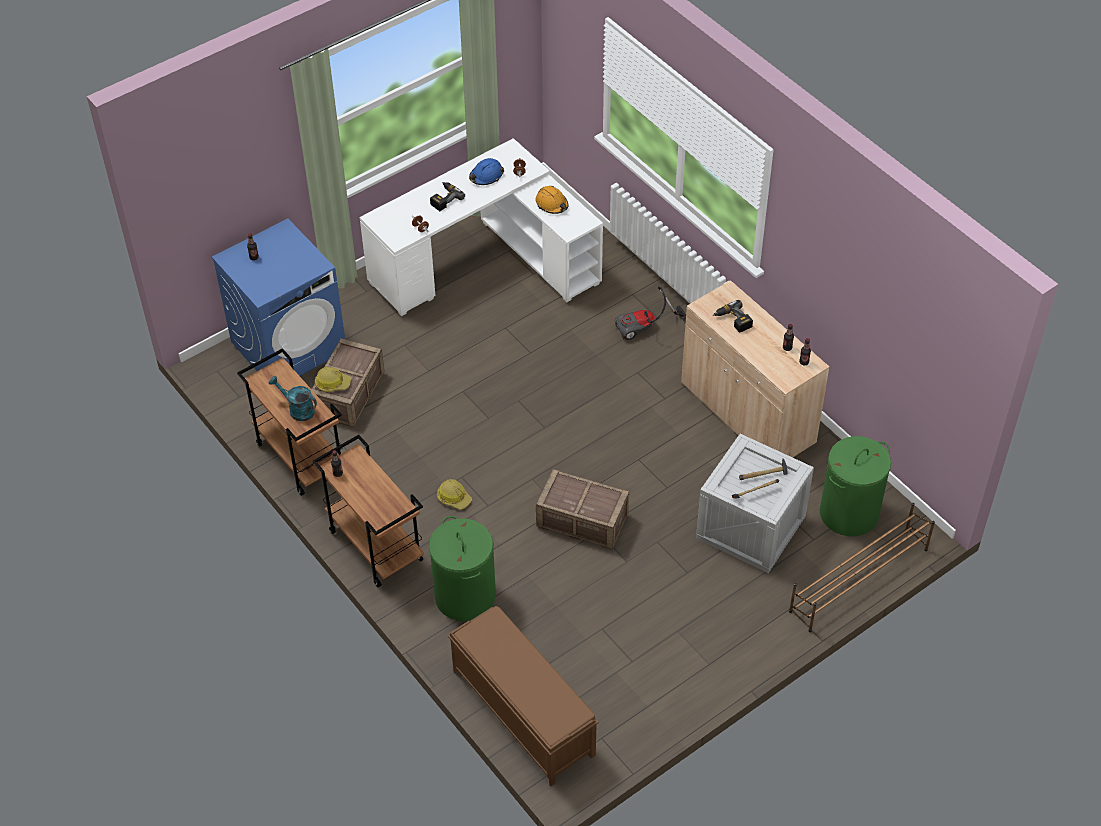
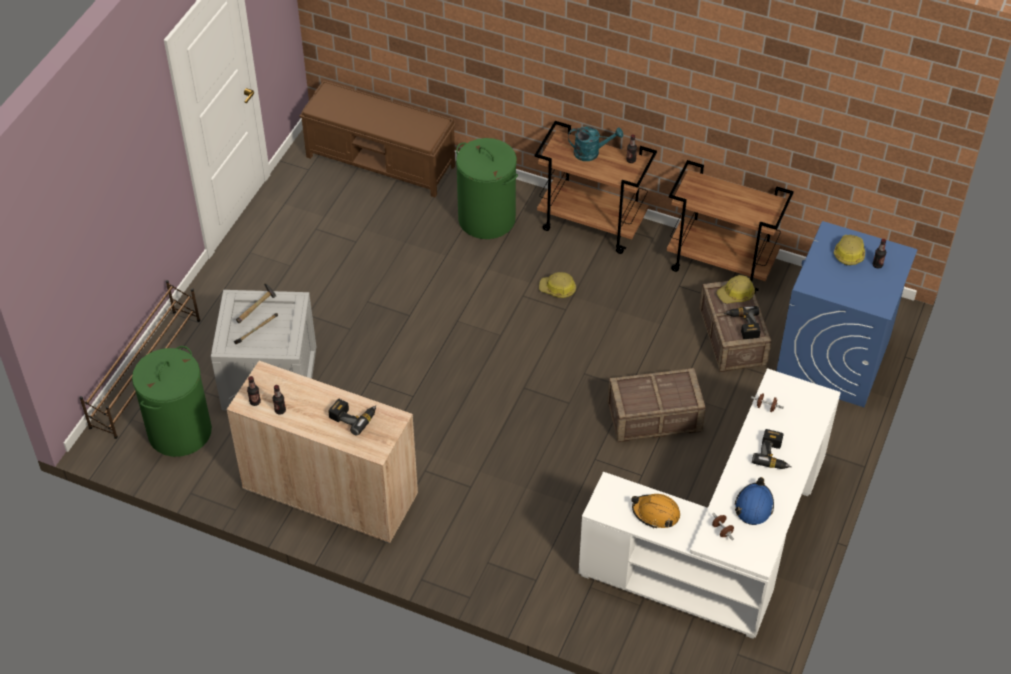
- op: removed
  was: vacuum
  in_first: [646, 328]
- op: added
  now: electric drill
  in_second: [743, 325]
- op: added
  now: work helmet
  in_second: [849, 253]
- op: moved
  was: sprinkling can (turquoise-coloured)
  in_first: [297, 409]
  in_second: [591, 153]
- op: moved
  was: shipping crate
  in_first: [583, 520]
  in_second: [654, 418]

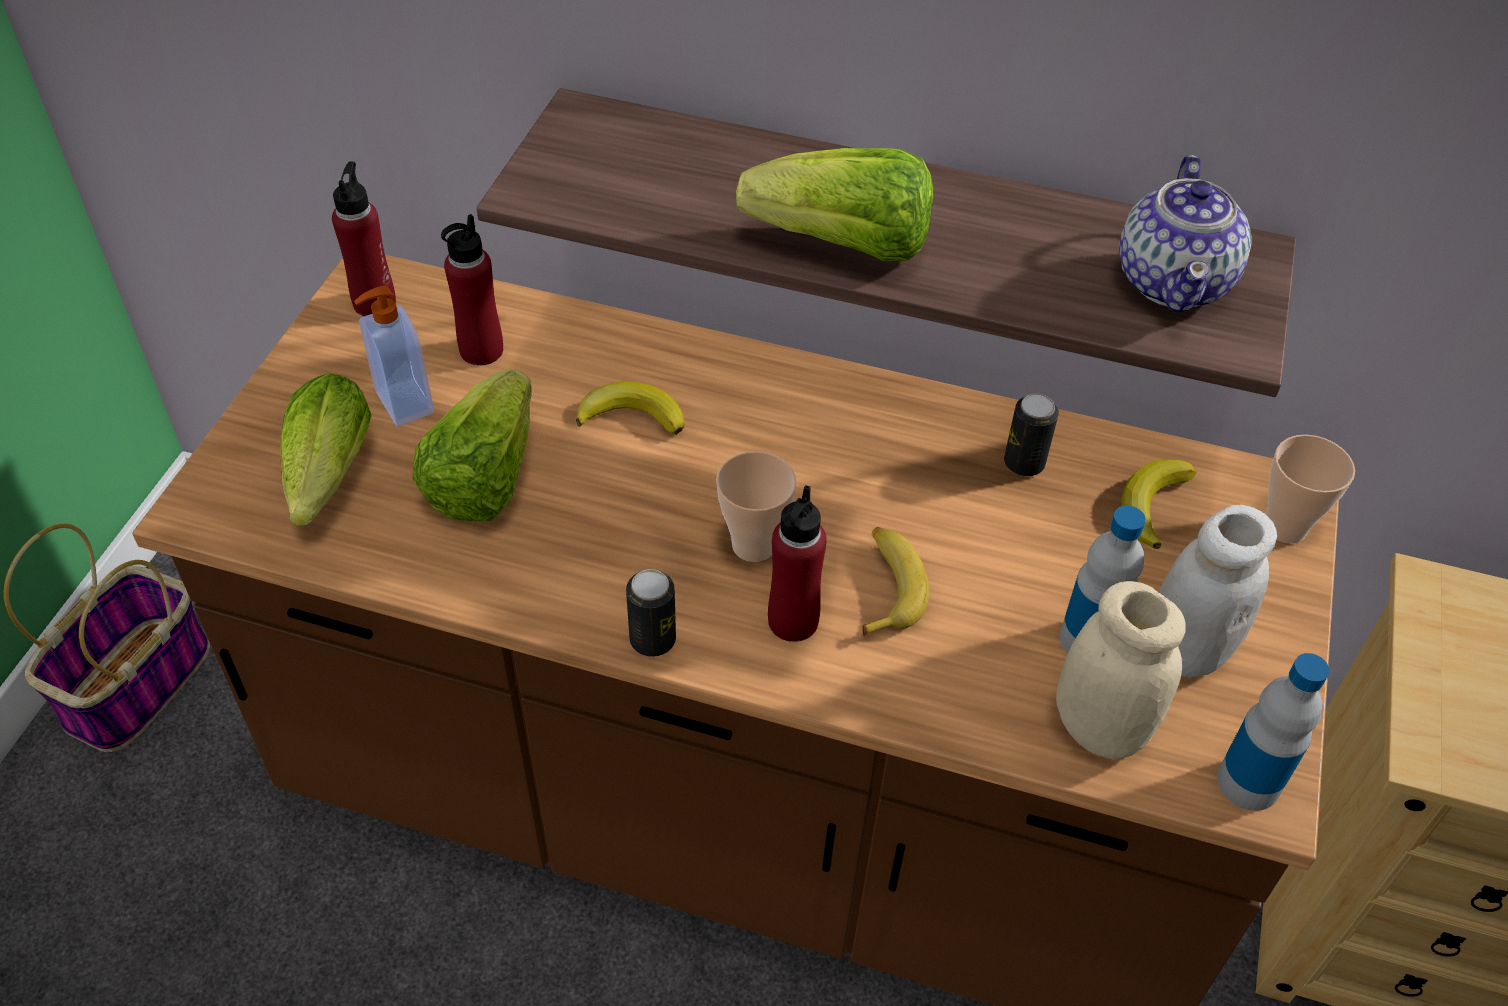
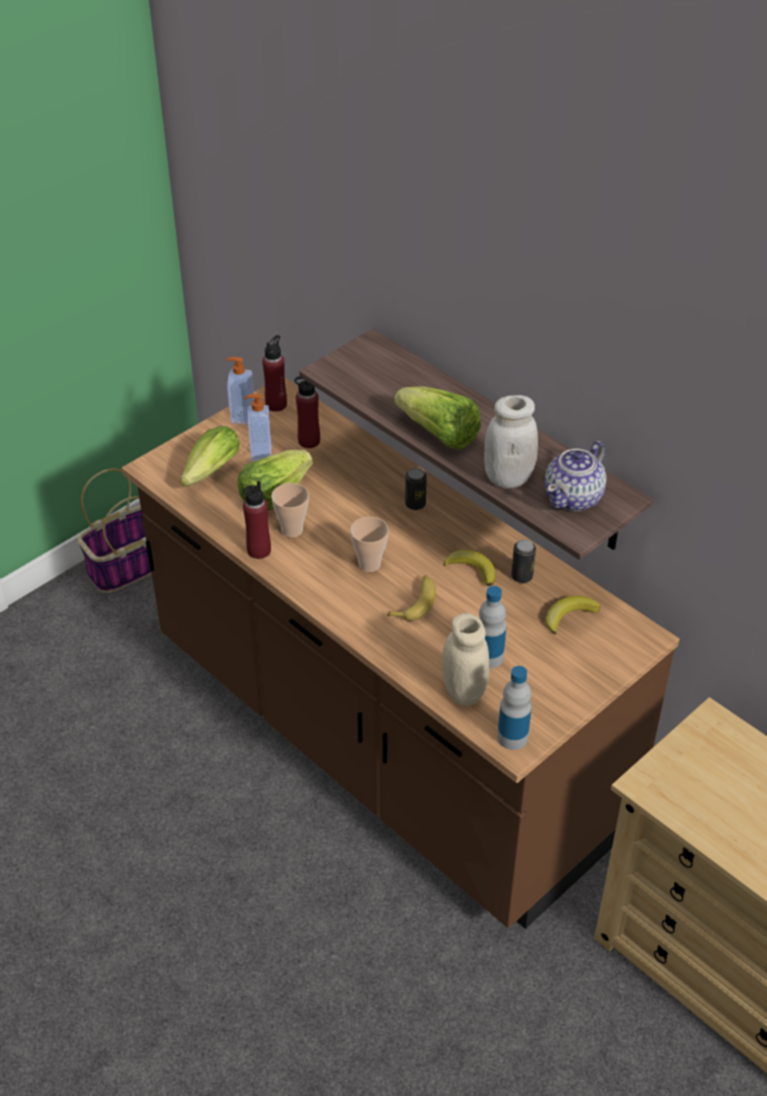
- op: added
  now: liquid soap bottle
  in_second: [241, 415]
- op: moved
  was: banana
  in_first: [632, 415]
  in_second: [472, 569]
- op: moved
  was: metal can
  in_first: [652, 639]
  in_second: [415, 504]
- op: moved
  was: beverage bottle (red)
  in_first: [793, 621]
  in_second: [259, 550]
- op: moved
  was: storage jar (whitish)
  in_first: [1187, 650]
  in_second: [508, 478]
- op: moved
  was: cup
  in_first: [1285, 527]
  in_second: [292, 530]

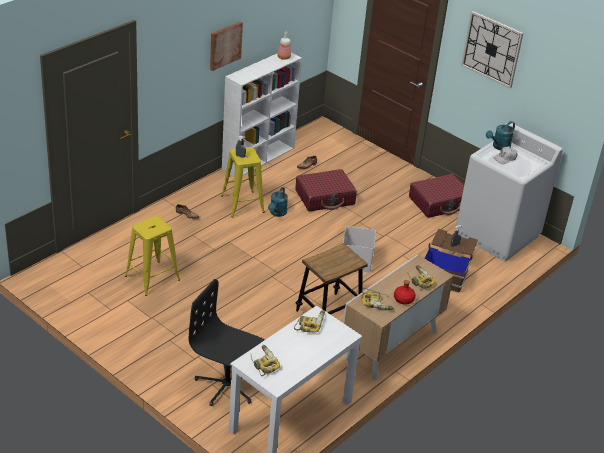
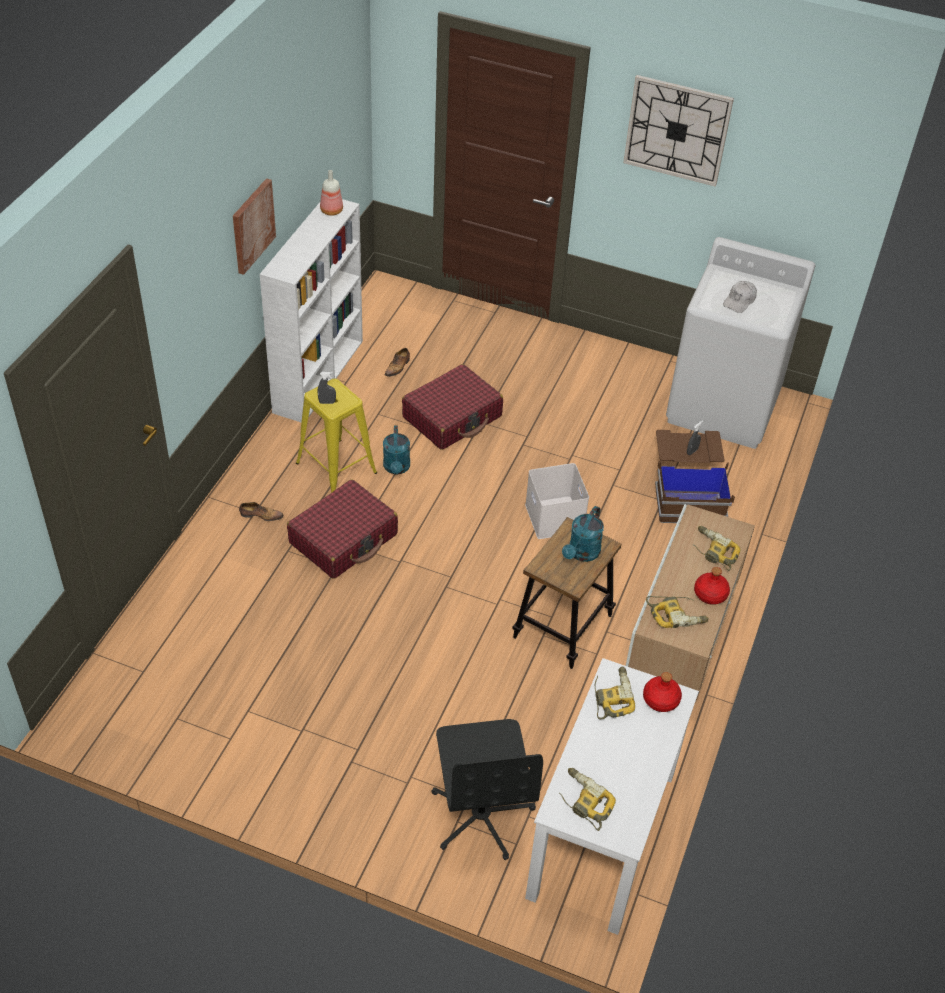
- op: removed
  was: sitting stool (yellow-coloured)
  in_first: [152, 278]
- op: added
  now: beverage bottle (red)
  in_second: [660, 699]
- op: moved
  was: piece of luggage (red)
  in_first: [439, 203]
  in_second: [344, 539]
- op: moved
  was: sprinkling can (turquoise-coloured)
  in_first: [499, 147]
  in_second: [582, 554]
- op: turned
  was: computer chair (blackish)
  in_first: [227, 385]
  in_second: [481, 814]
  clockwise: -105

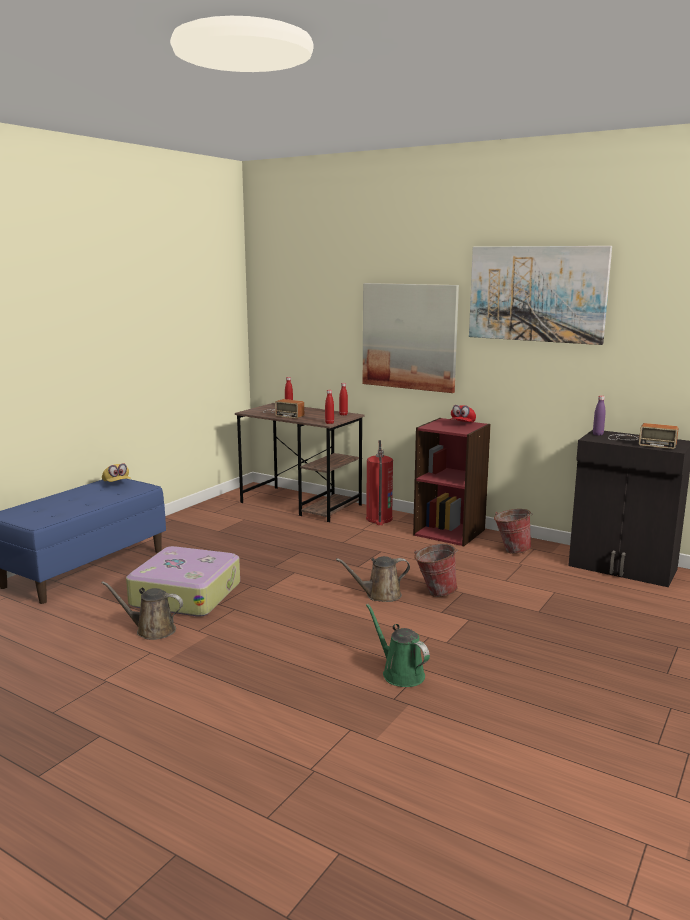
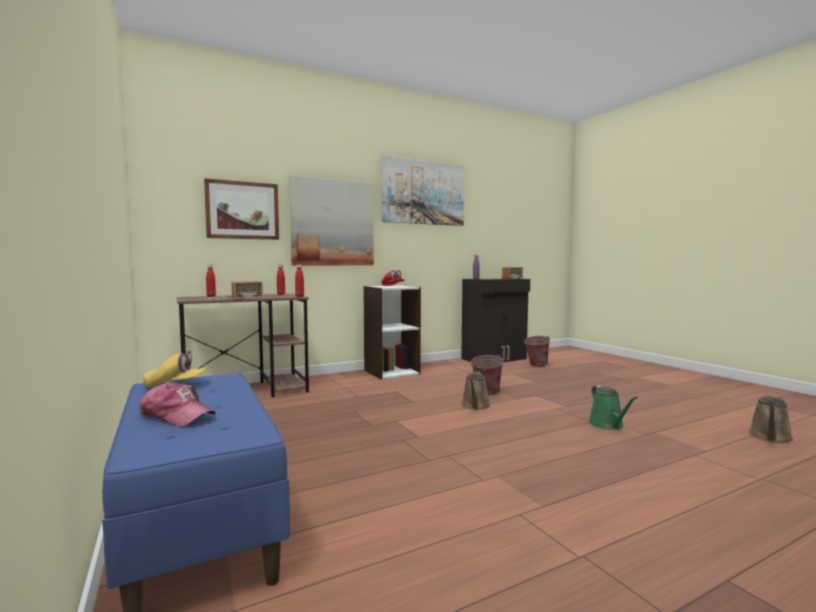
- op: removed
  was: piece of luggage
  in_first: [186, 594]
- op: removed
  was: fire-fighting cylinder
  in_first: [379, 519]
- op: added
  now: baseball cap
  in_second: [176, 415]
- op: added
  now: picture
  in_second: [242, 210]
- op: moved
  was: sprinkling can (brown)
  in_first: [152, 630]
  in_second: [770, 437]
- op: moved
  was: pail
  in_first: [511, 550]
  in_second: [535, 365]
- op: recoloured
  was: shelving unit (red)
  now: shelving unit (whitish)
  in_first: [449, 532]
  in_second: [391, 372]
- op: turned
  was: sprinkling can (greenish)
  in_first: [400, 673]
  in_second: [608, 425]
  clockwise: -90

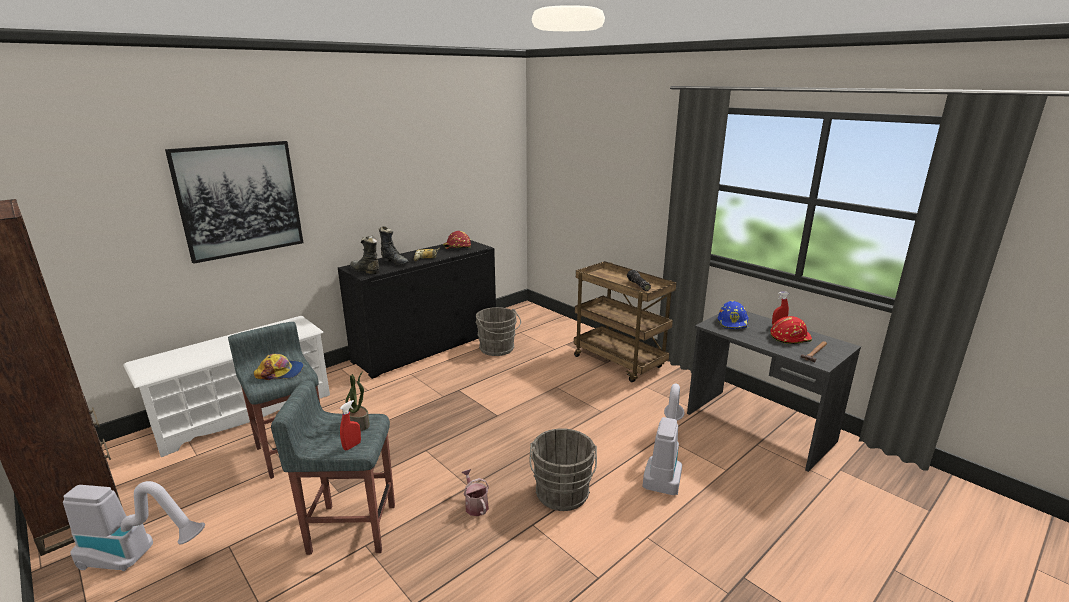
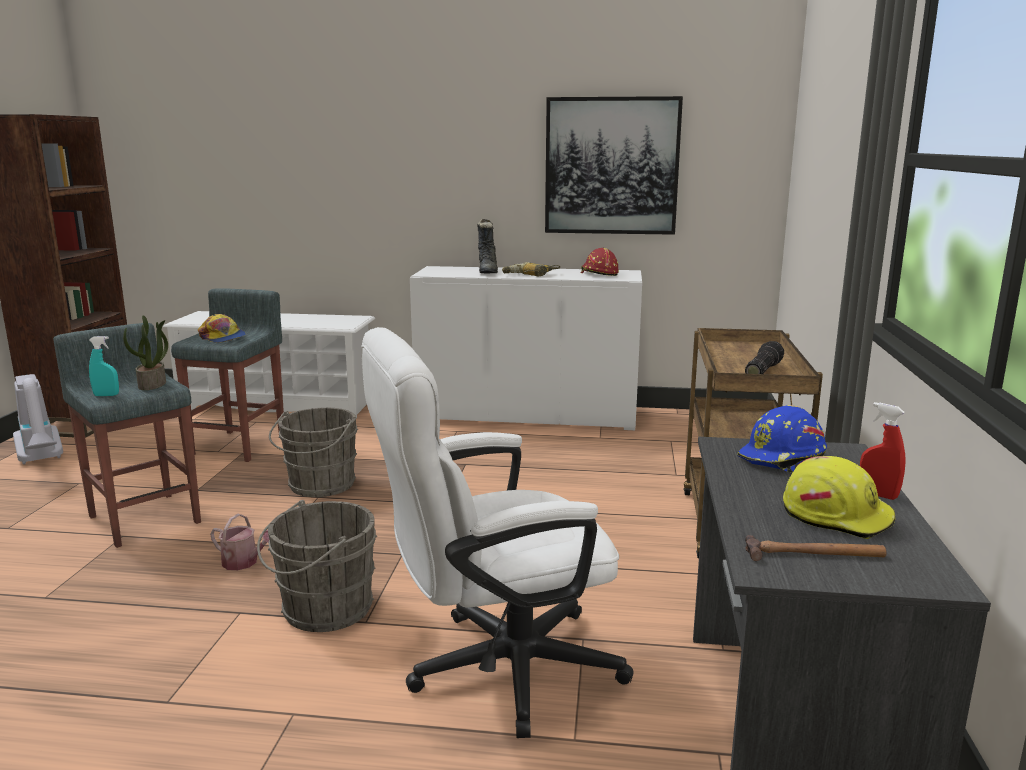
- op: removed
  was: boot (blackish)
  in_first: [365, 271]
- op: moved
  was: picture
  in_first: [239, 200]
  in_second: [611, 166]
- op: moved
  was: pail (grey)
  in_first: [498, 349]
  in_second: [319, 486]
- op: replaced
  was: vacuum
  now: computer chair (whitish)
  in_first: [664, 467]
  in_second: [495, 670]
- op: recoloured
  was: storage cabinet (blackish)
  now: storage cabinet (whitish)
  in_first: [427, 347]
  in_second: [527, 415]
- op: recoloured
  was: hand sprayer (red)
  now: hand sprayer (turquoise-coloured)
  in_first: [352, 446]
  in_second: [106, 395]
- op: recoloured
  was: work helmet (red)
  now: work helmet (yellow-coloured)
  in_first: [789, 337]
  in_second: [836, 515]
- op: turned
  was: sprinkling can
  in_first: [475, 505]
  in_second: [244, 563]
  clockwise: 90

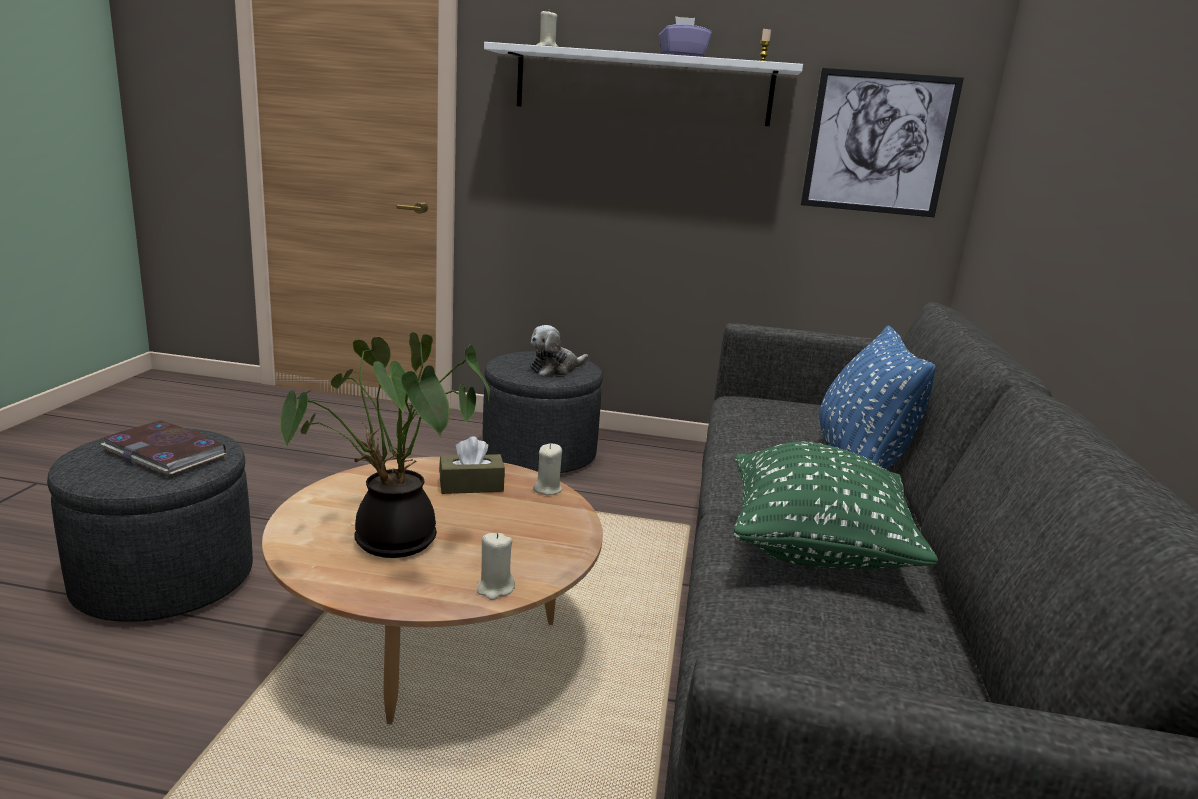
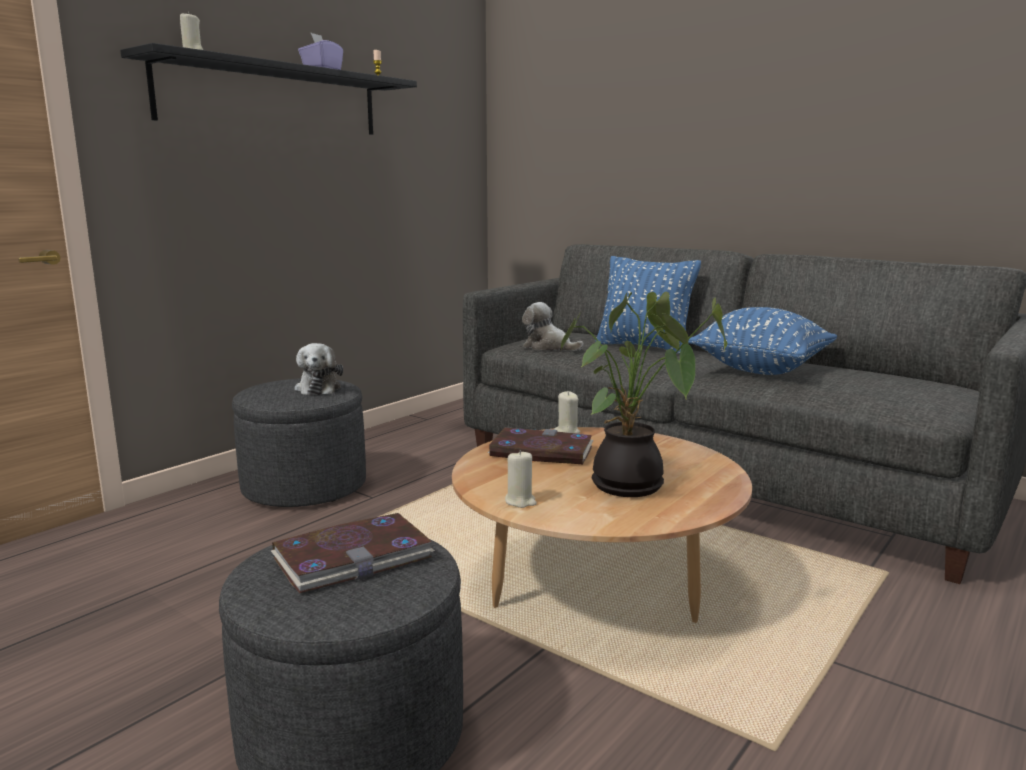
- op: removed
  was: picture
  in_first: [878, 143]
- op: added
  now: soft toy
  in_second: [549, 347]
- op: moved
  was: wax candle (sand-coloured)
  in_first: [495, 589]
  in_second: [520, 501]
- op: replaced
  was: tissue holder (brown)
  now: volume
  in_first: [471, 485]
  in_second: [540, 452]
- op: recoloured
  was: wall shelf (whitish)
  now: wall shelf (blackish)
  in_first: [643, 86]
  in_second: [273, 99]
- op: recoloured
  was: throw pillow (greenish)
  now: throw pillow (blue-coloured)
  in_first: [815, 549]
  in_second: [761, 370]

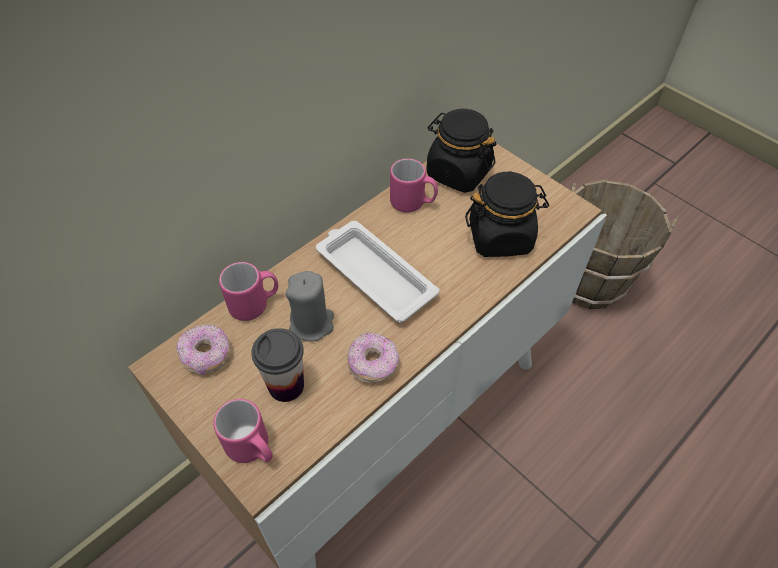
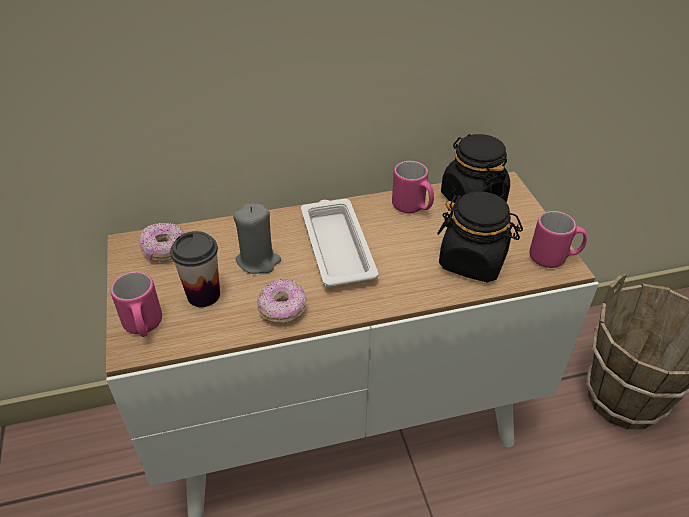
- op: moved
  was: mug (pink-coloured)
  in_first: [255, 304]
  in_second: [554, 258]

